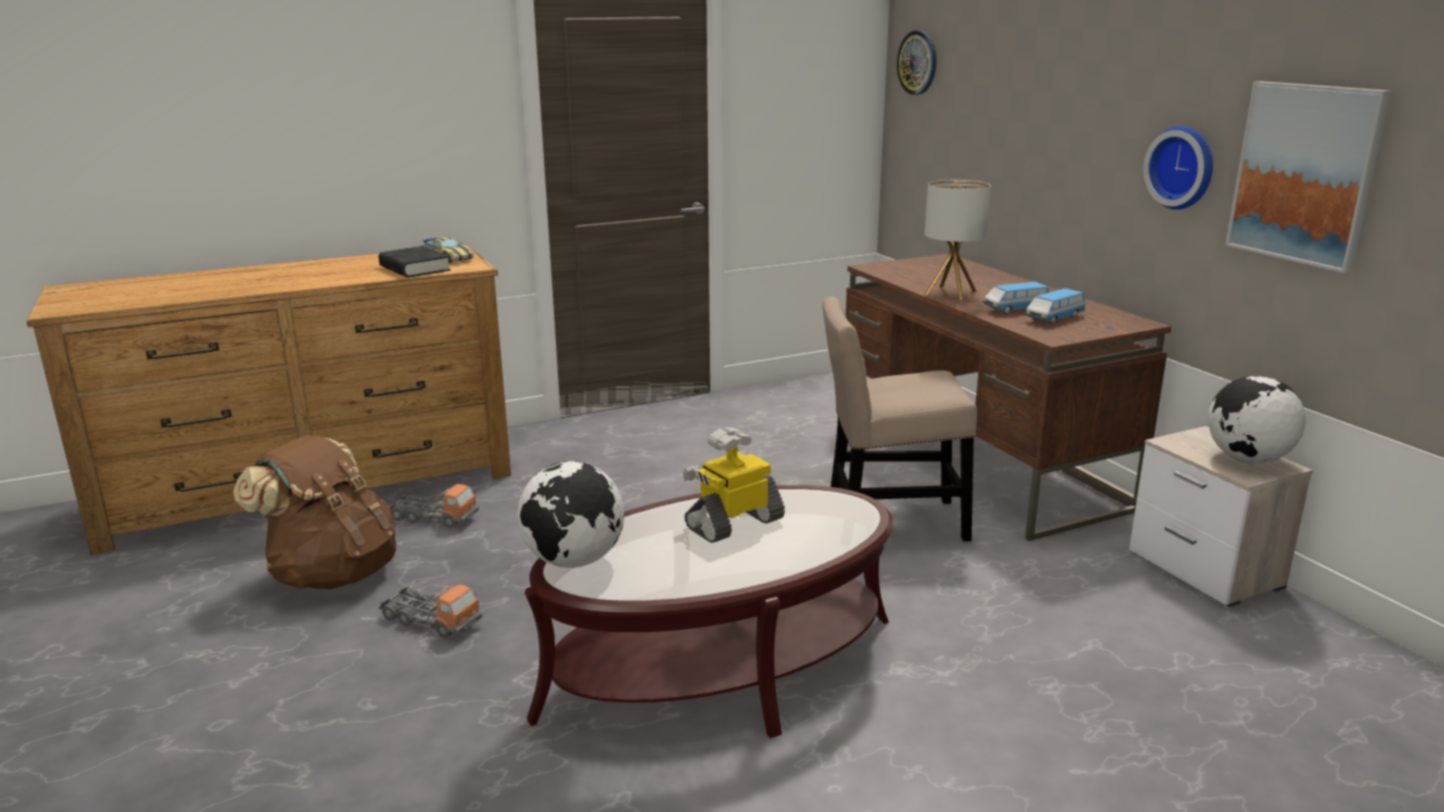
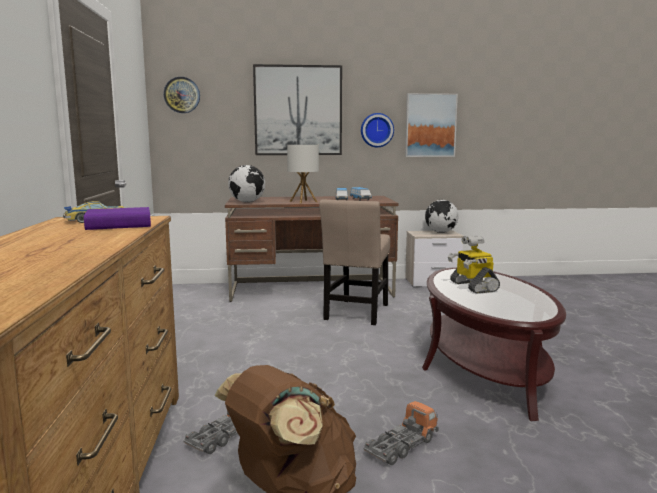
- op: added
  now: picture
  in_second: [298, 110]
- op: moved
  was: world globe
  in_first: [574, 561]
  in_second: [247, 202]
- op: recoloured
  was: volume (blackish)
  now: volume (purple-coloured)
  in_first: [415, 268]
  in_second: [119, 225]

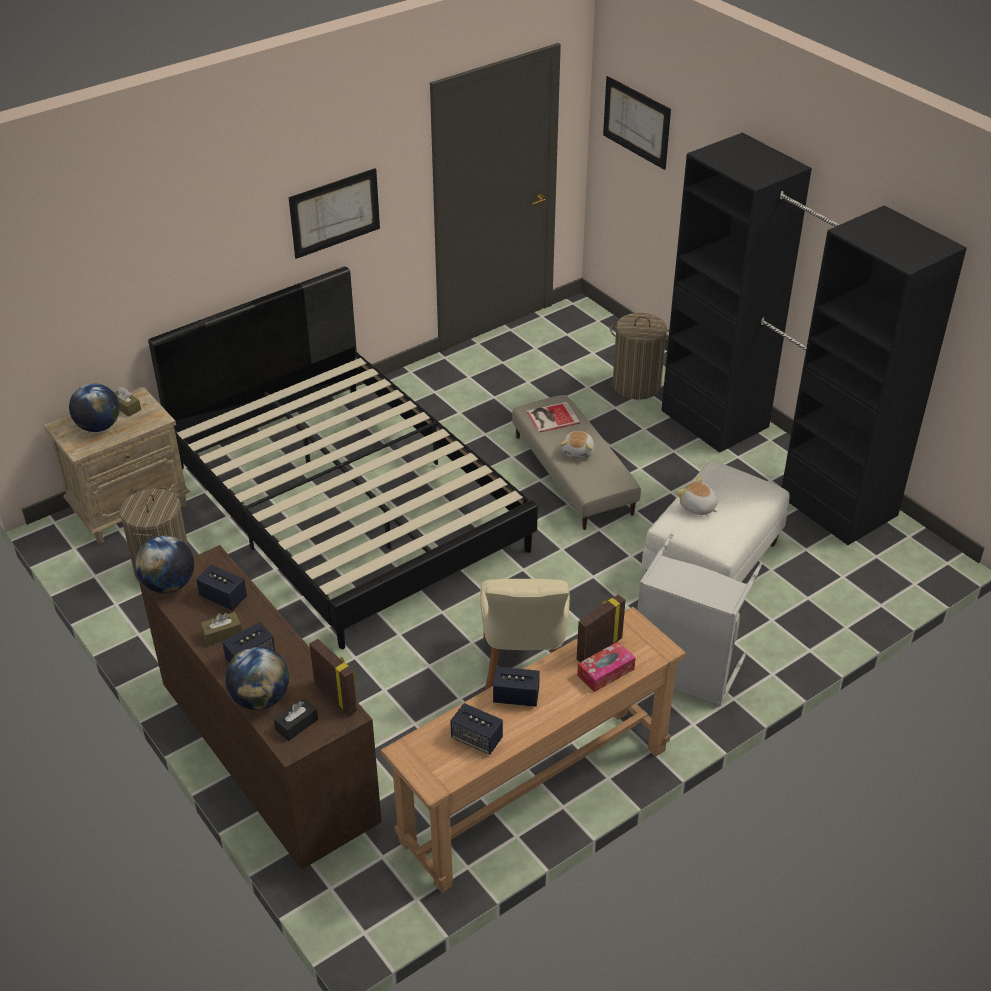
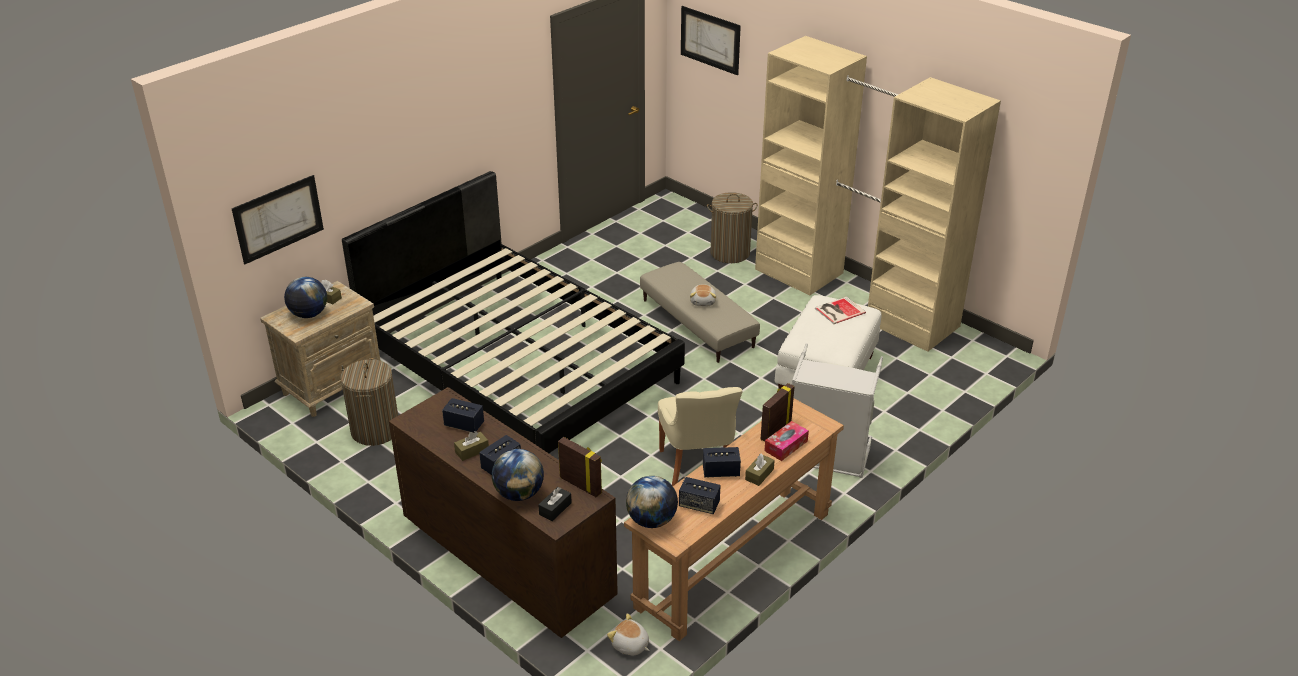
- op: added
  now: tissue holder (brown)
  in_second: [759, 474]
- op: moved
  was: world globe
  in_first: [169, 585]
  in_second: [652, 520]
- op: moved
  was: picture
  in_first: [335, 213]
  in_second: [278, 219]
- op: moved
  was: volume
  in_first: [551, 417]
  in_second: [838, 310]
- op: moved
  was: soft toy
  in_first: [697, 507]
  in_second: [630, 645]
- op: recoloured
  was: wardrobe (blackish)
  now: wardrobe (sand-coloured)
  in_first: [775, 461]
  in_second: [855, 297]

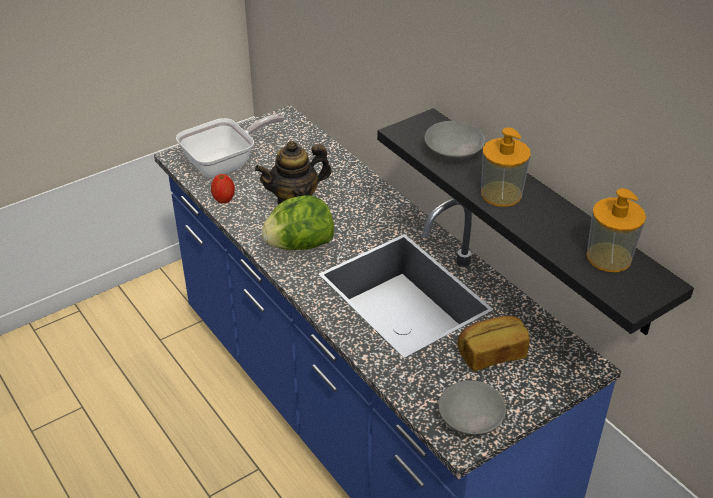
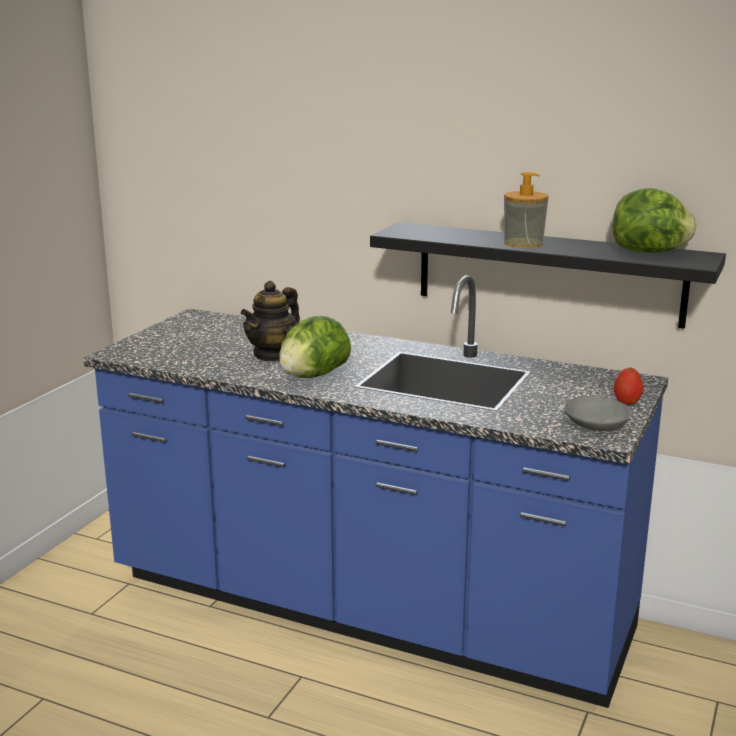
- op: removed
  was: frying pan
  in_first: [226, 164]
- op: removed
  was: serving bowl (grey)
  in_first: [454, 151]
- op: removed
  was: baked bread
  in_first: [491, 354]
- op: moved
  was: apple fruit
  in_first: [224, 199]
  in_second: [627, 402]
- op: replaced
  was: liquid soap bottle
  now: lettuce head
  in_first: [609, 257]
  in_second: [649, 252]

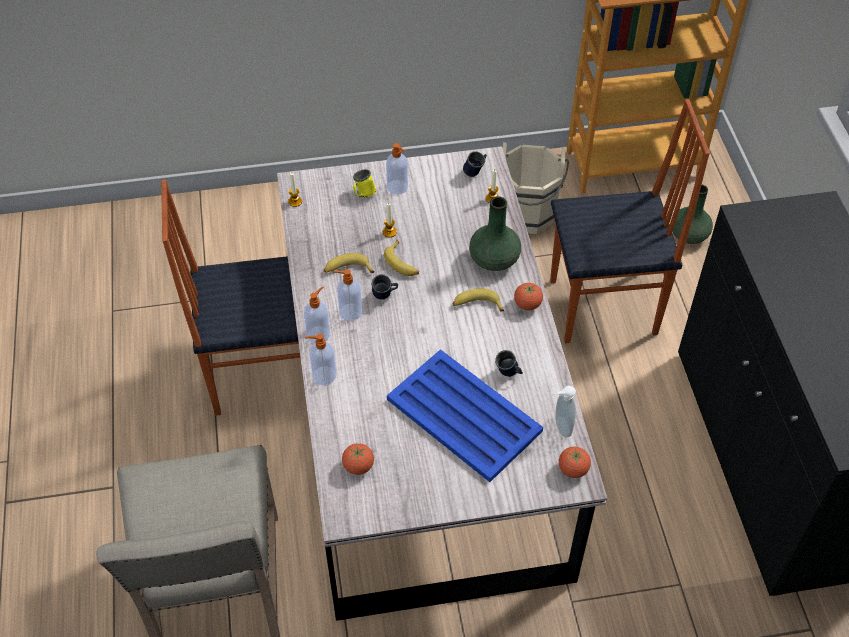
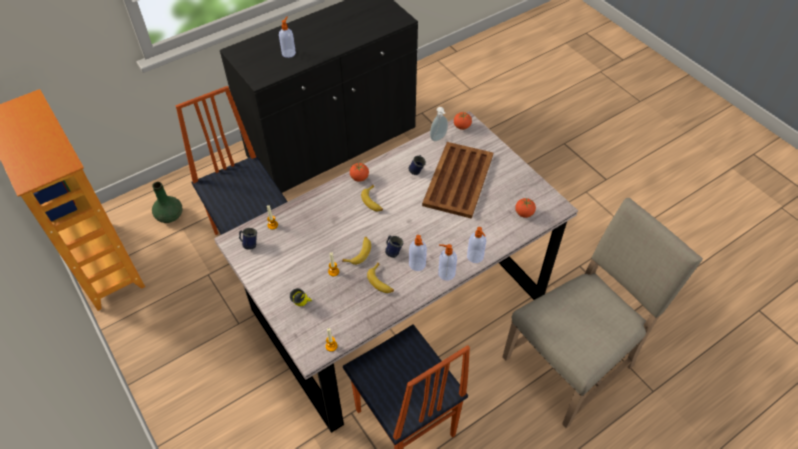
- op: removed
  was: flower vase (greenish)
  in_first: [493, 259]
- op: removed
  was: pail (sand-coloured)
  in_first: [526, 218]
- op: moved
  was: liquid soap bottle
  in_first: [398, 187]
  in_second: [289, 53]
- op: recoloured
  was: tray (blue-coloured)
  now: tray (brown)
  in_first: [463, 414]
  in_second: [458, 180]

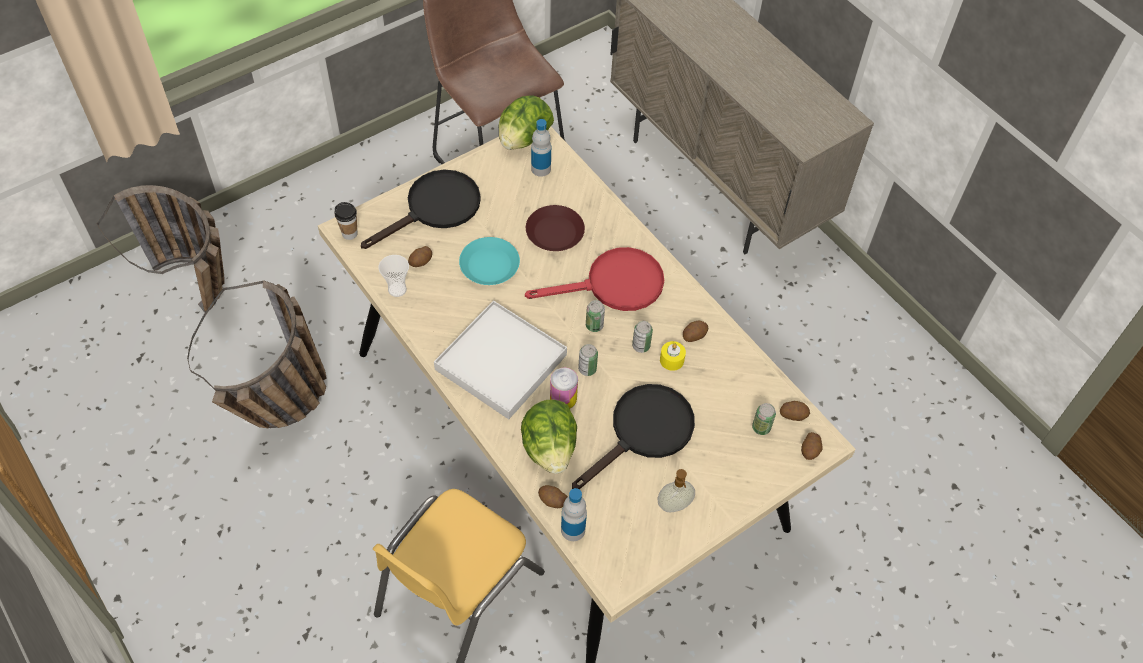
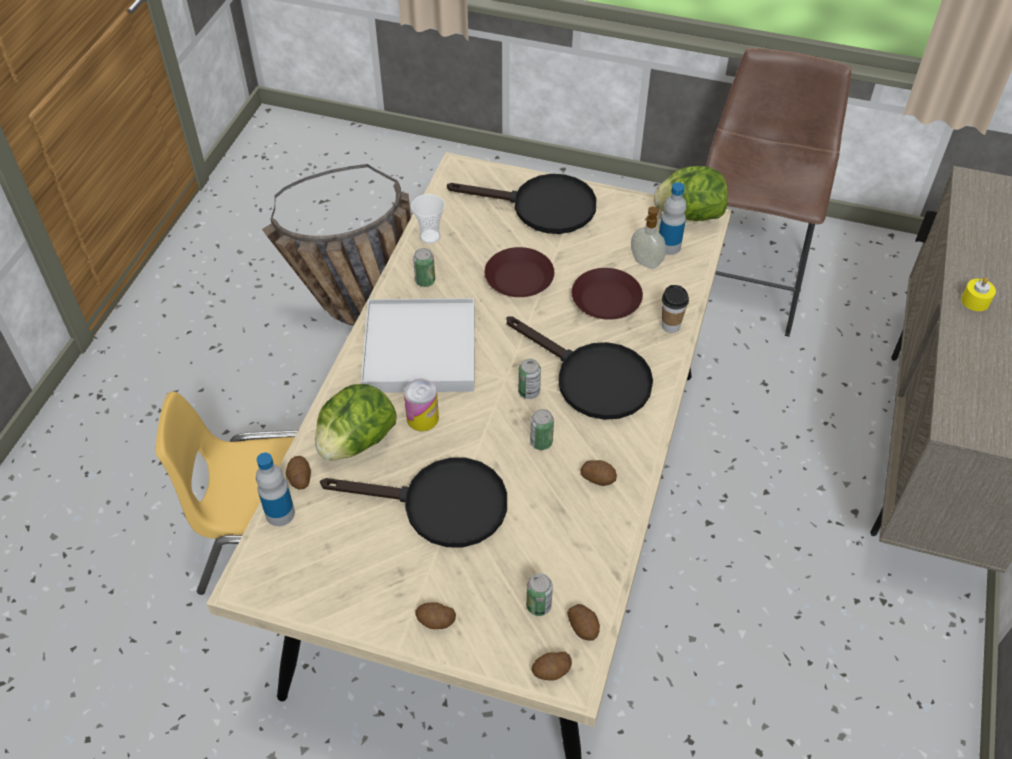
- op: removed
  was: storage basket
  in_first: [201, 293]
- op: moved
  was: cup
  in_first: [349, 234]
  in_second: [670, 326]
- op: moved
  was: whole potato
  in_first: [421, 262]
  in_second: [435, 621]
- op: moved
  was: metal can
  in_first: [587, 369]
  in_second: [425, 281]
- op: moved
  was: liquid soap bottle
  in_first: [674, 506]
  in_second: [645, 262]
- op: moved
  was: wax candle (yellow-coloured)
  in_first: [671, 360]
  in_second: [975, 301]
- op: recoloured
  was: dinner plate (turquoise-coloured)
  now: dinner plate (brown)
  in_first: [490, 265]
  in_second: [519, 278]
- op: recoloured
  was: frying pan (red)
  now: frying pan (blackish)
  in_first: [614, 285]
  in_second: [592, 378]

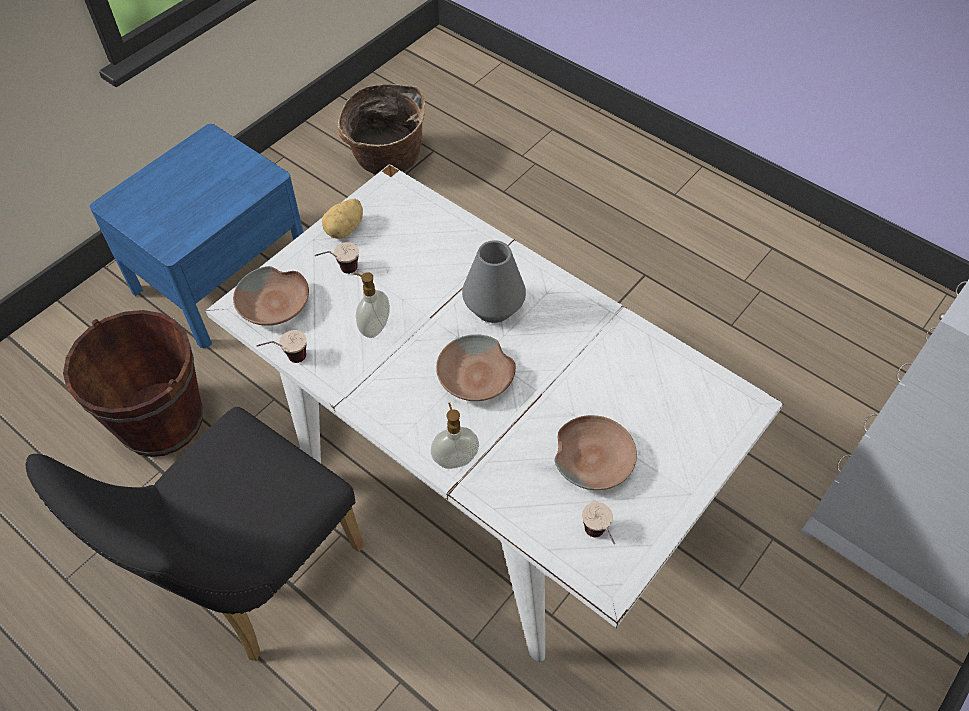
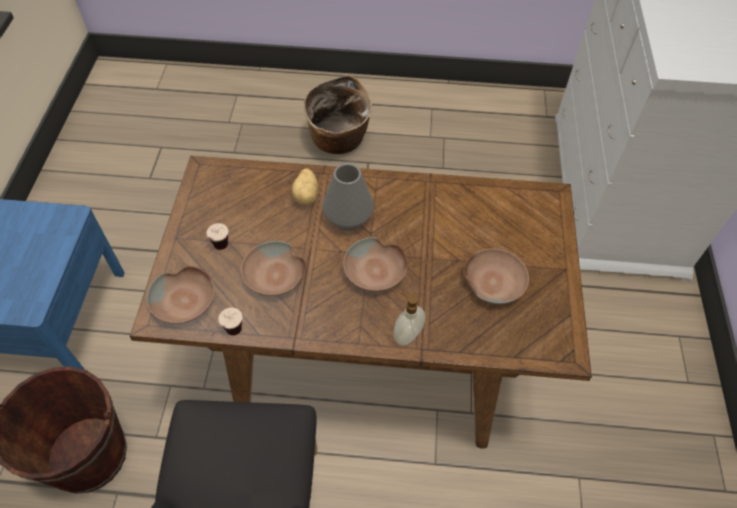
- op: removed
  was: cup
  in_first: [598, 539]
- op: moved
  was: whole potato
  in_first: [345, 229]
  in_second: [307, 195]
- op: moved
  was: storage basket
  in_first: [386, 161]
  in_second: [339, 141]
- op: replaced
  was: liquid soap bottle
  now: serving bowl (brown)
  in_first: [374, 327]
  in_second: [275, 276]
- op: recoloured
  was: kitchen table (whitish)
  now: kitchen table (brown)
  in_first: [484, 484]
  in_second: [366, 355]

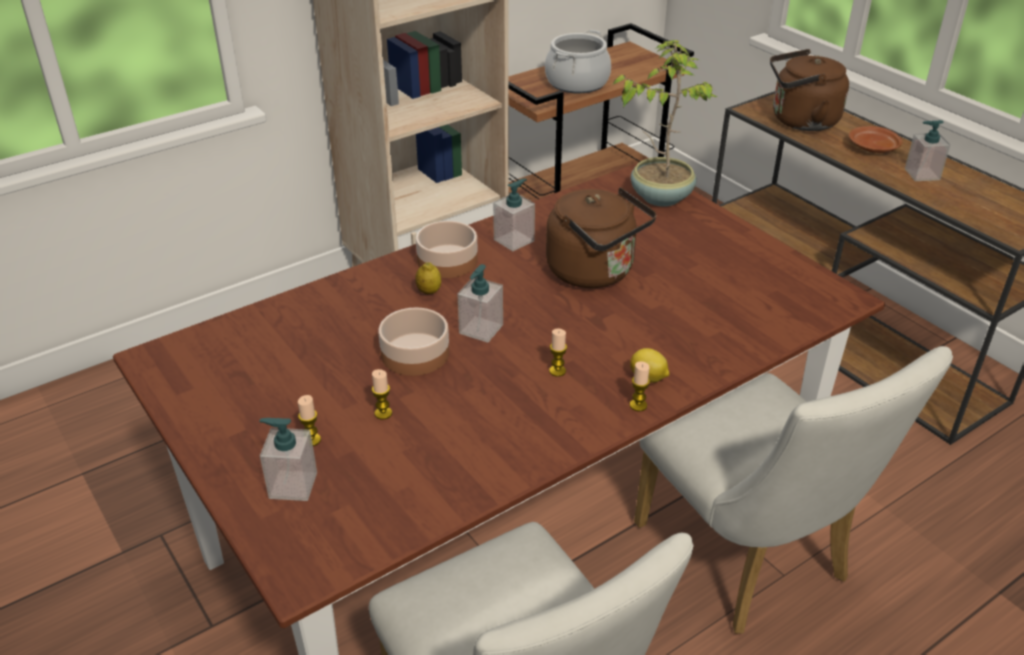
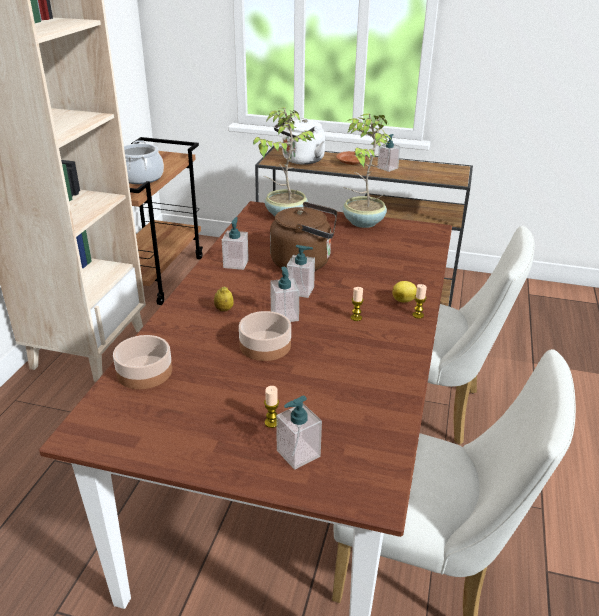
- op: removed
  was: wax candle
  in_first: [383, 413]
- op: added
  now: liquid soap bottle
  in_second: [300, 290]
- op: added
  now: potted plant
  in_second: [362, 222]
- op: moved
  was: serving bowl
  in_first: [448, 260]
  in_second: [144, 371]
- op: recoloured
  was: water kettle (brown)
  now: water kettle (whitish)
  in_first: [800, 121]
  in_second: [301, 160]

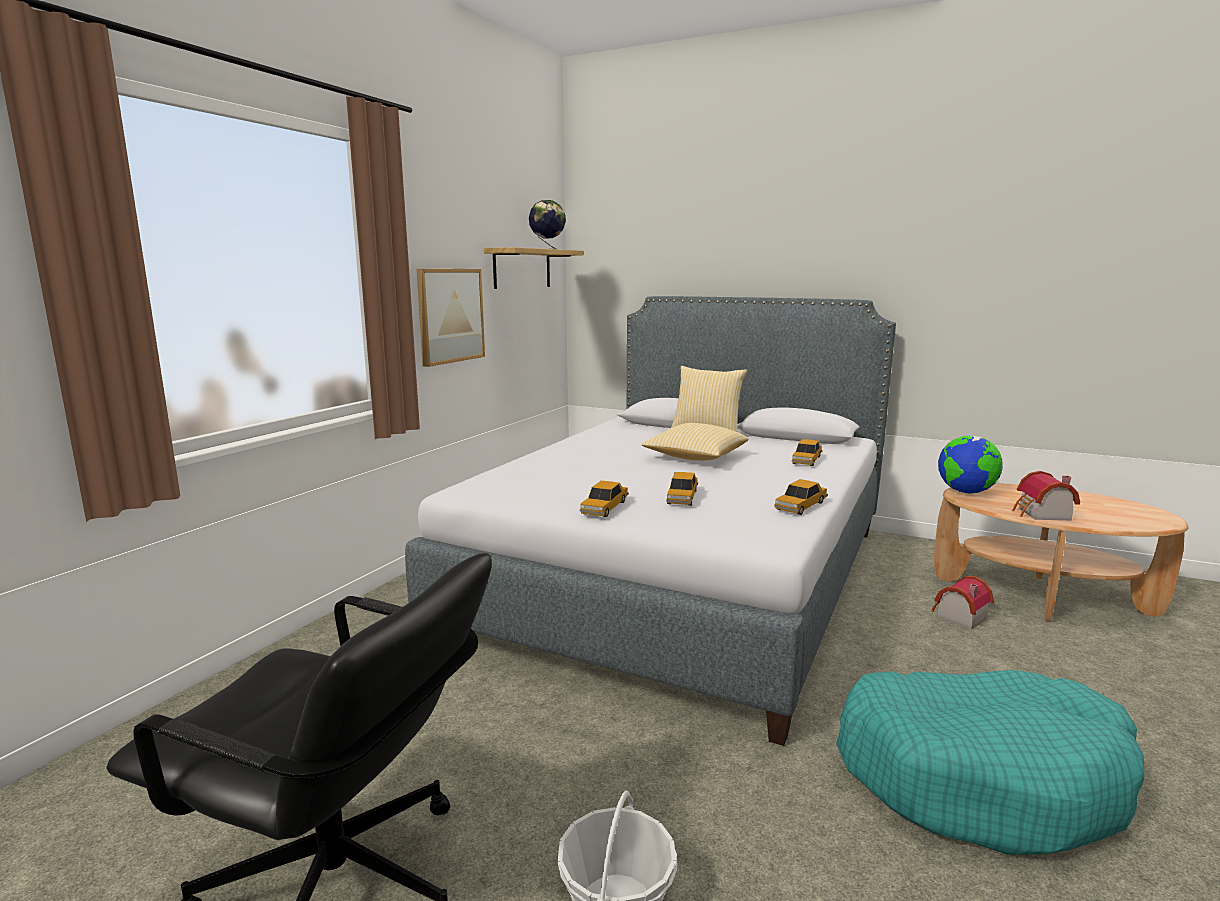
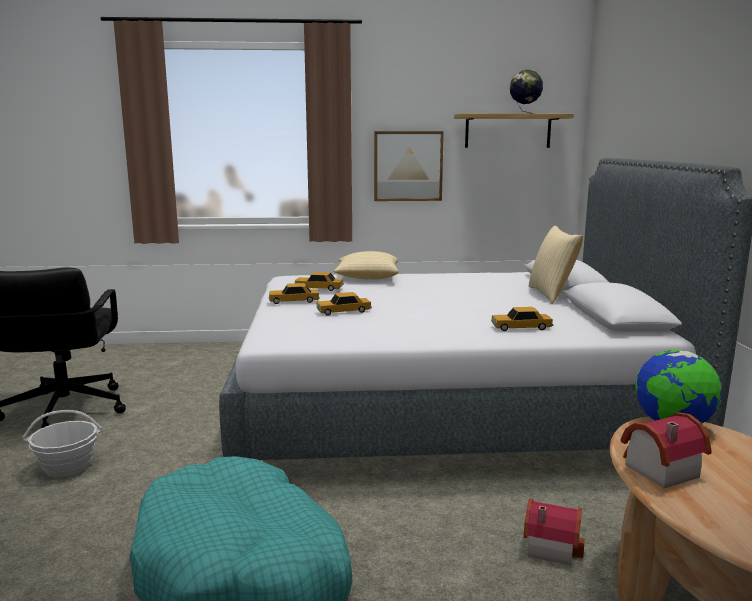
- op: moved
  was: throw pillow
  in_first: [695, 458]
  in_second: [367, 278]
- op: moved
  was: toy car
  in_first: [800, 506]
  in_second: [319, 288]

